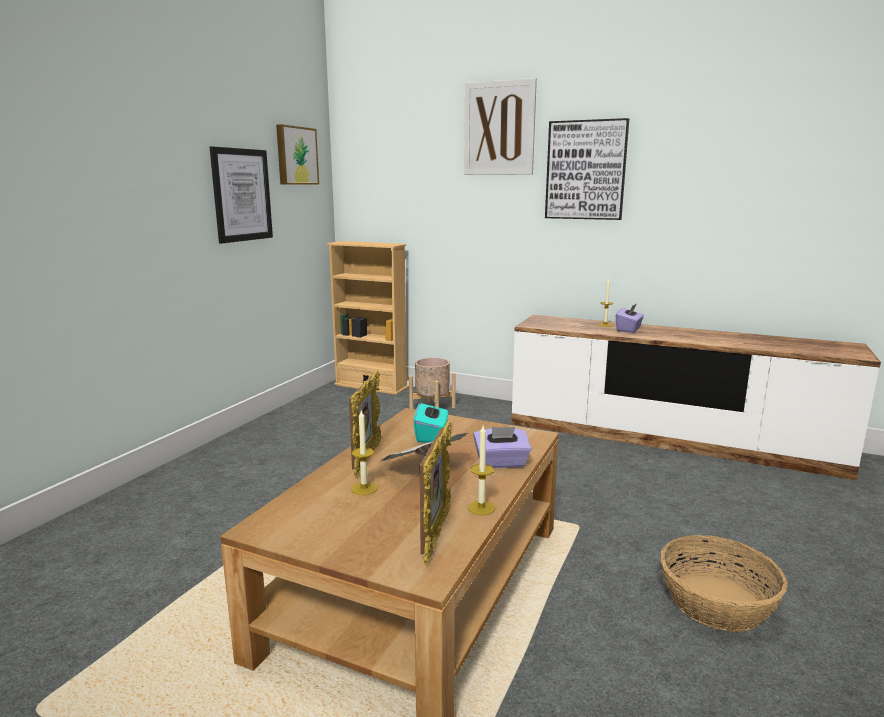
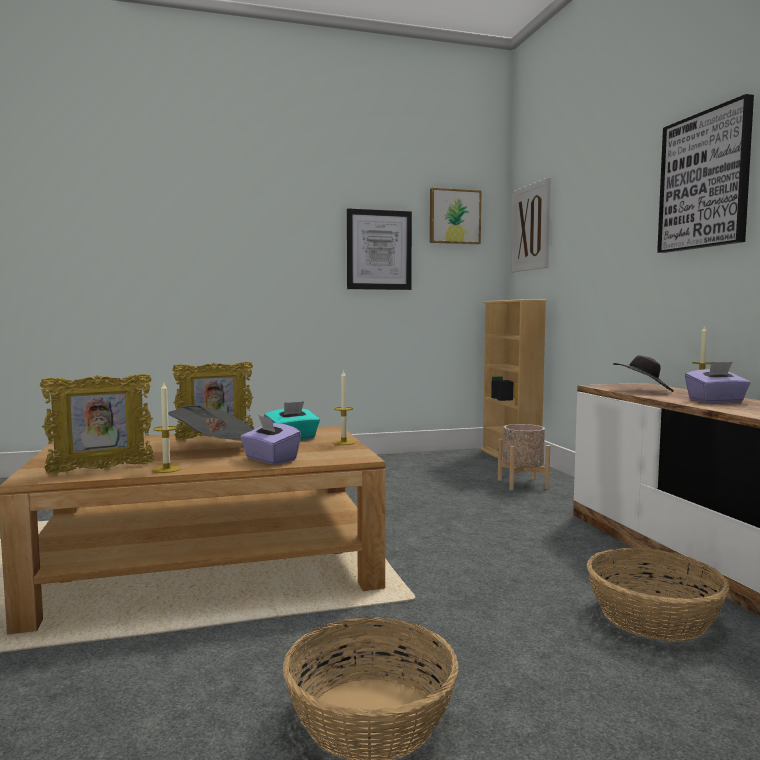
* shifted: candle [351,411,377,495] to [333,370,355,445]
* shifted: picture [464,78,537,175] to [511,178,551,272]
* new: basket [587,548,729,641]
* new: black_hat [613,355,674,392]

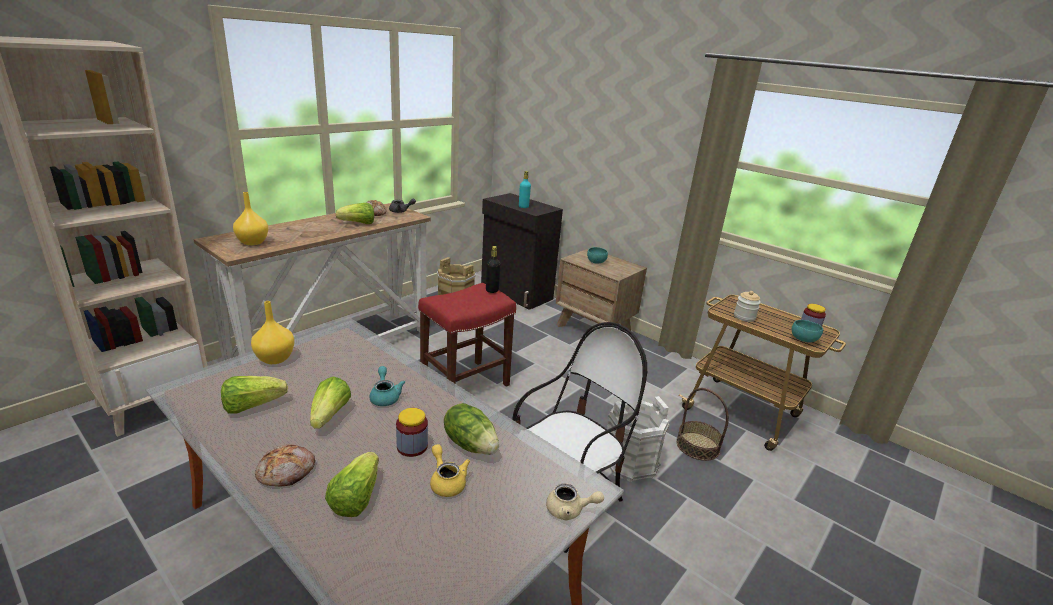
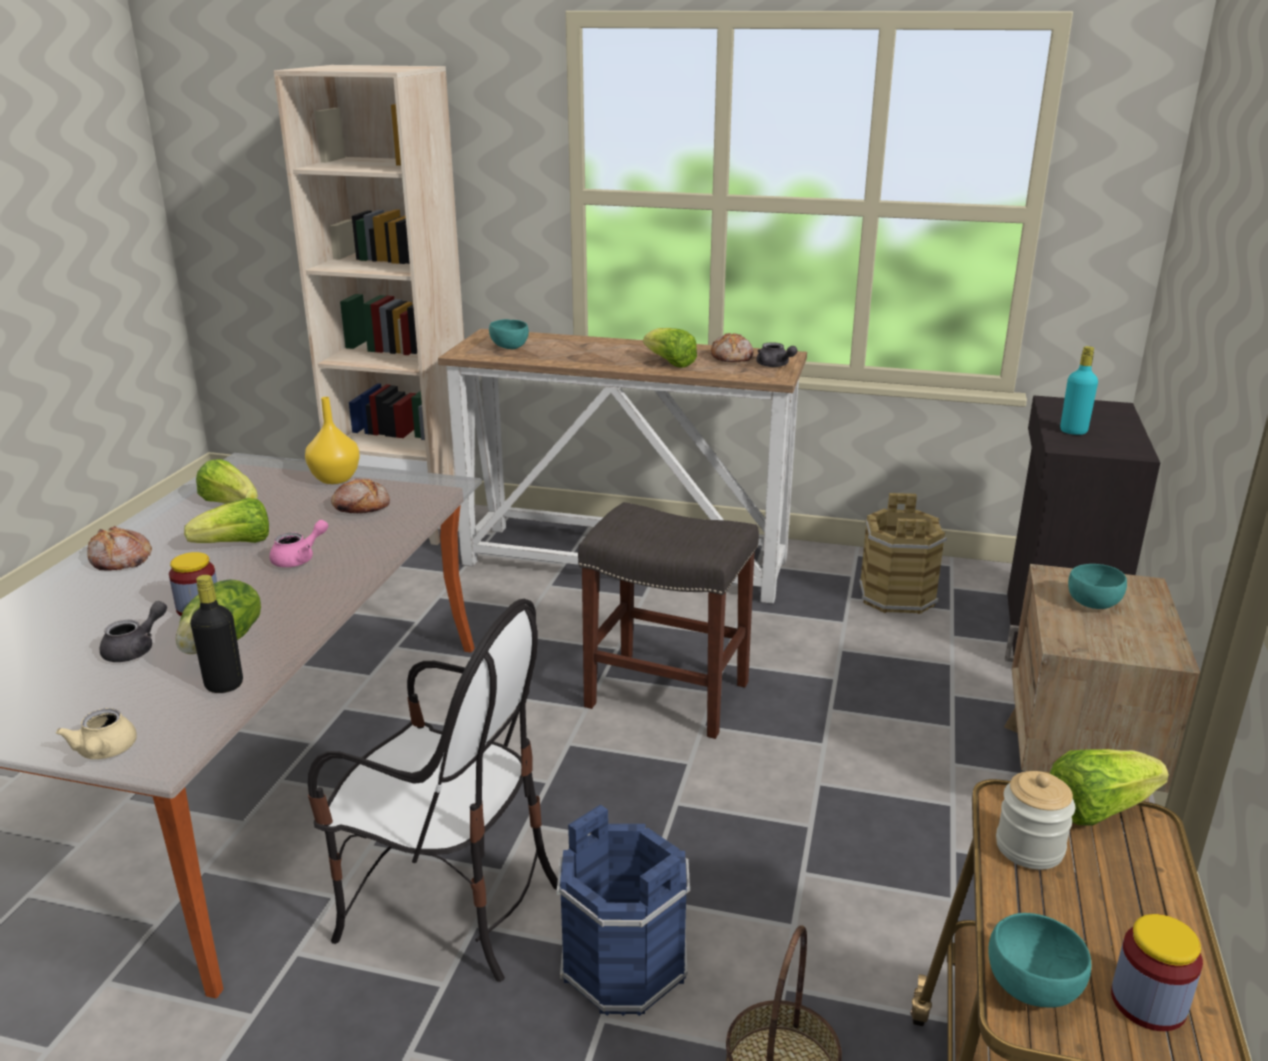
* swapped: yellow_vase [233,192,268,245] to turquoise_bowl [489,319,529,349]
* shifted: lettuce [325,452,379,517] to [1050,749,1169,825]
* repainted: turquoise_teapot [369,366,405,406] to pink_teapot [270,520,328,567]
* repainted: red_stool [418,283,516,387] to grey_stool [578,502,759,739]
* repainted: yellow_teapot [430,444,470,497] to grey_teapot [100,601,167,662]
* shifted: black_bottle [486,246,501,293] to [190,575,243,693]
* repainted: white_bucket [607,396,670,482] to blue_bucket [557,804,690,1016]
* new: bread [331,479,390,513]

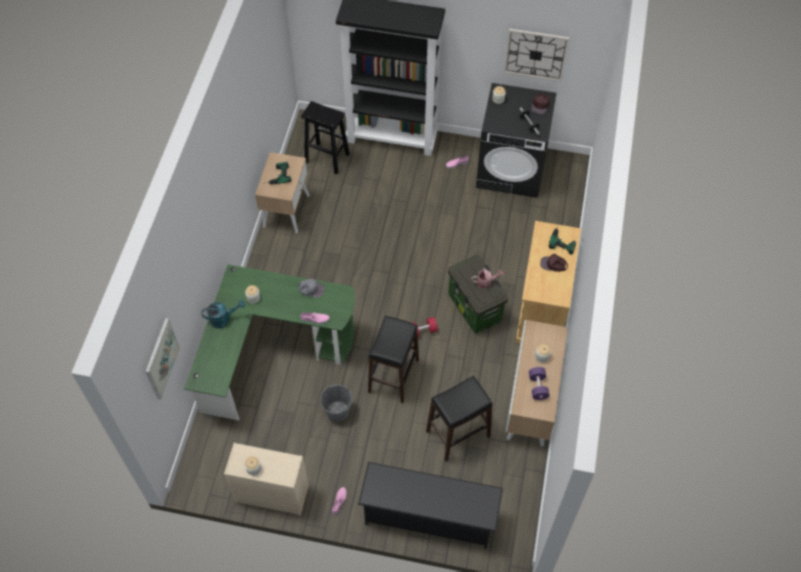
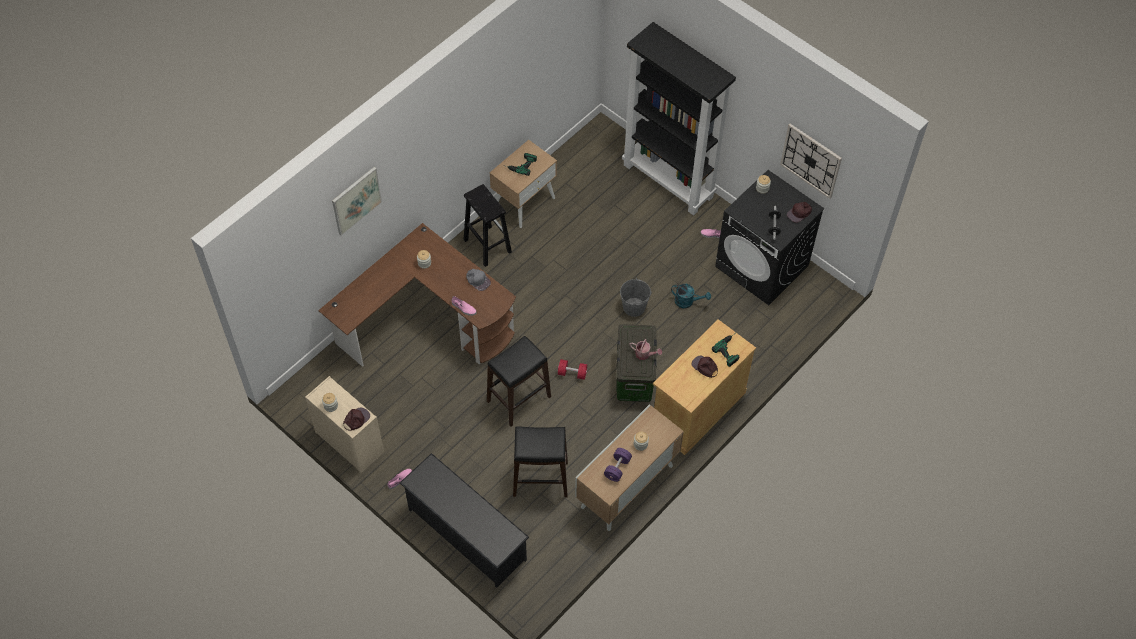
* shifted: picture [145,318,180,400] to [332,167,382,236]
* repainted: green_desk [184,265,355,420] to brown_desk [318,223,516,367]
* shifted: turquoise_watering_can [202,300,245,328] to [671,284,711,308]
* shifted: black_stool [301,101,350,174] to [464,184,512,267]
* shifted: grey_bucket [320,385,352,422] to [620,278,652,317]
* new: brown_cap [343,407,370,431]

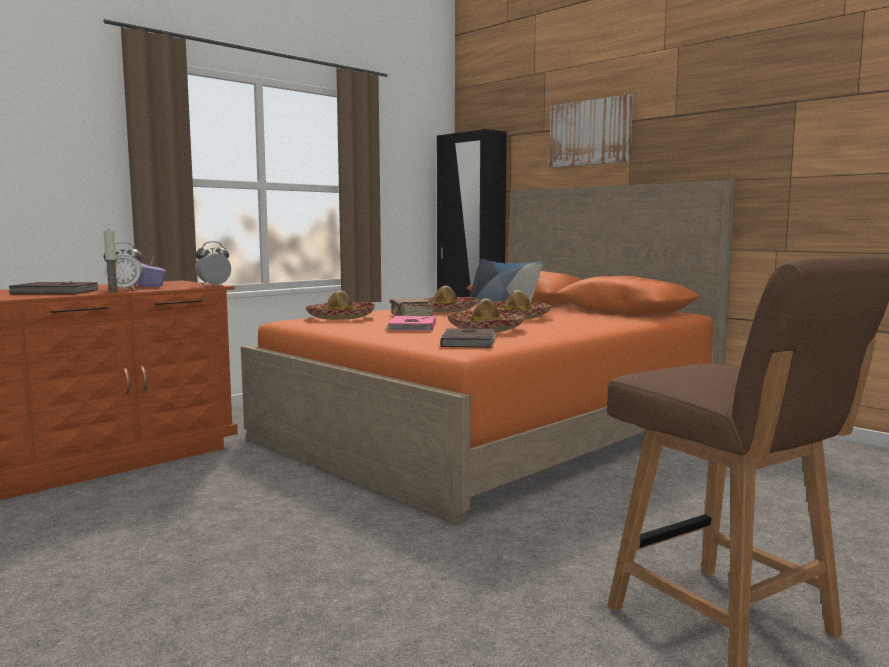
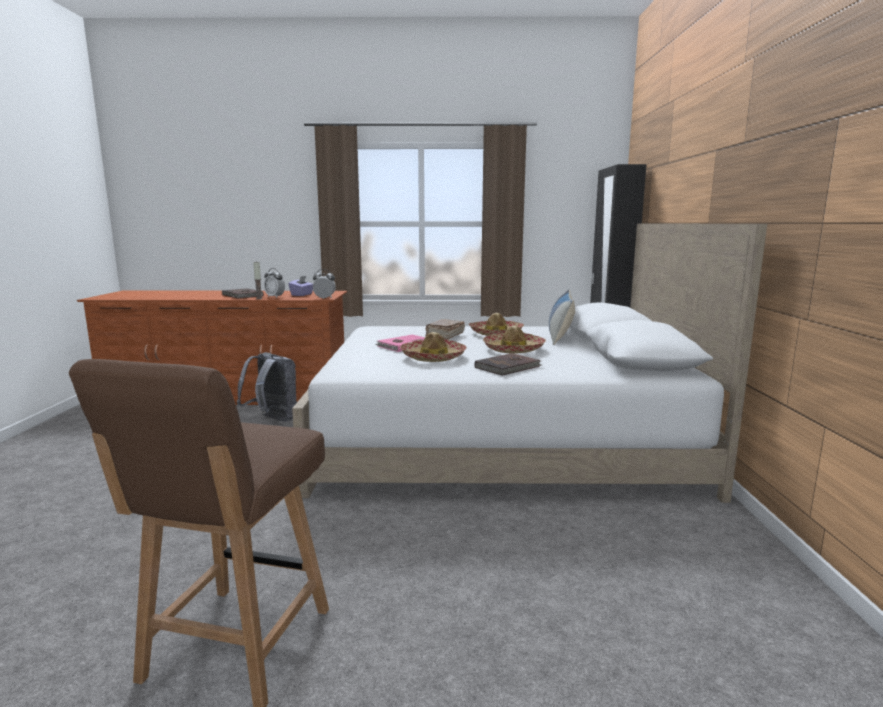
* repainted: orange_bed [241,180,735,524] to white_bed [292,223,767,503]
* gone: hat [305,290,376,320]
* shifted: brown_book [440,328,498,348] to [475,353,541,376]
* gone: picture [549,94,633,168]
* new: grey_backpack [237,352,297,421]

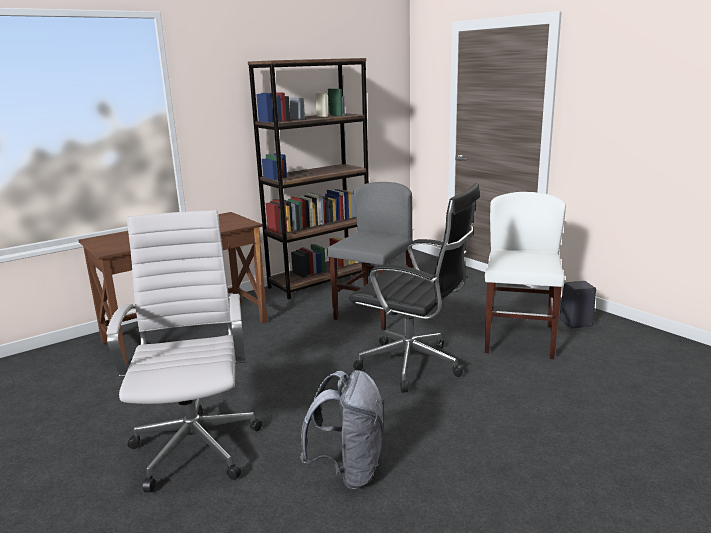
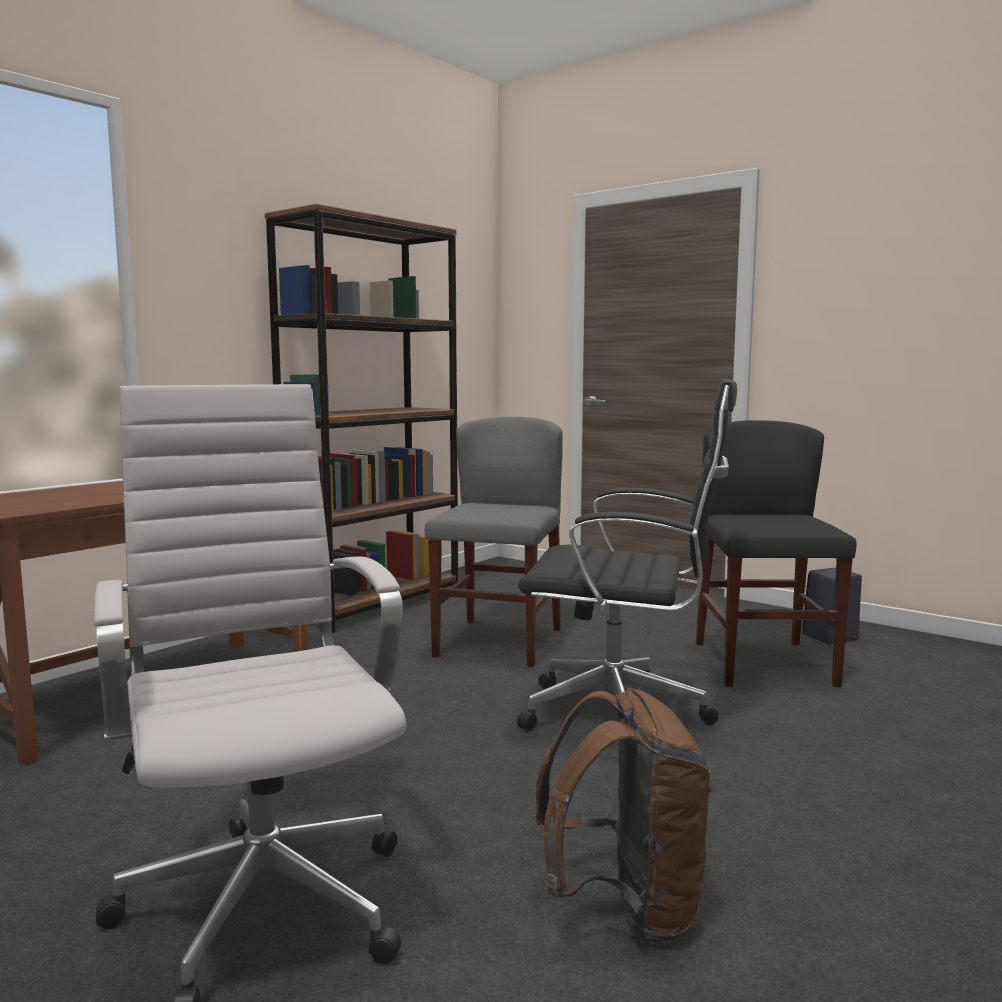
* repainted: grey_backpack [300,370,384,489] to brown_backpack [535,688,712,944]
* repainted: white_chair [485,192,566,359] to black_chair [696,420,857,687]

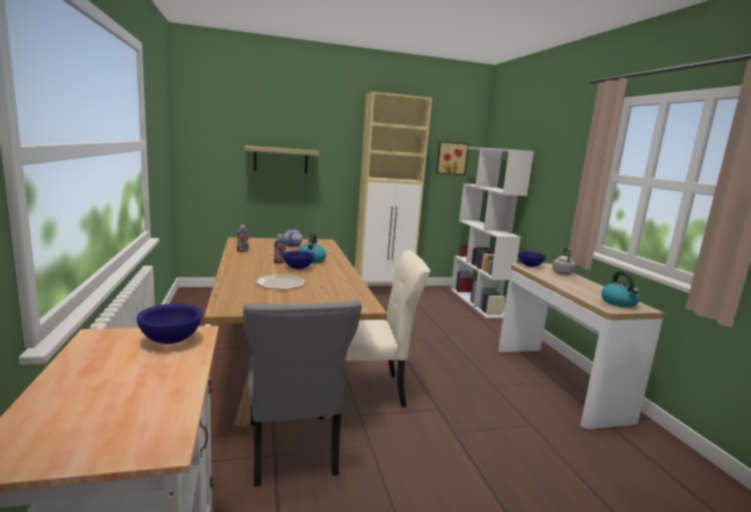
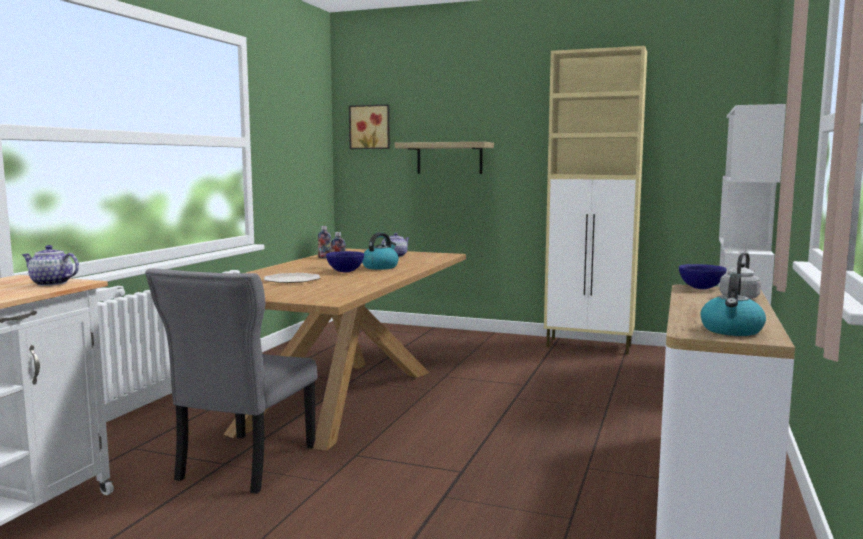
* swapped: blue_bowl [137,304,202,344] to teapot [22,245,79,286]
* gone: beige_chair [346,250,430,407]
* shifted: picture [436,141,469,175] to [349,104,390,149]

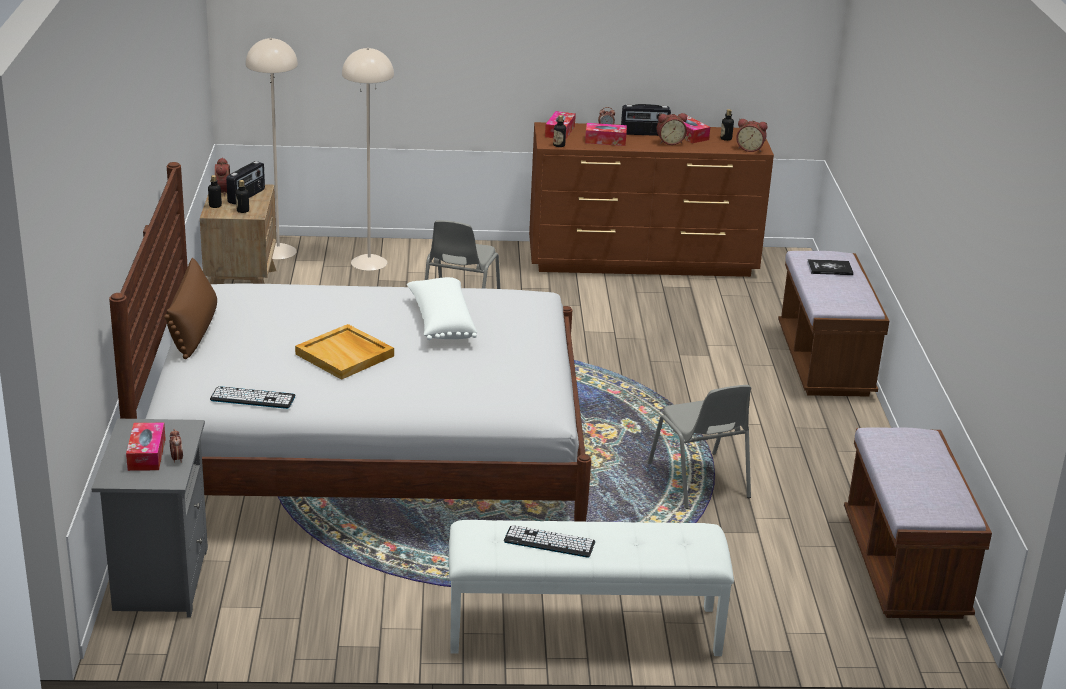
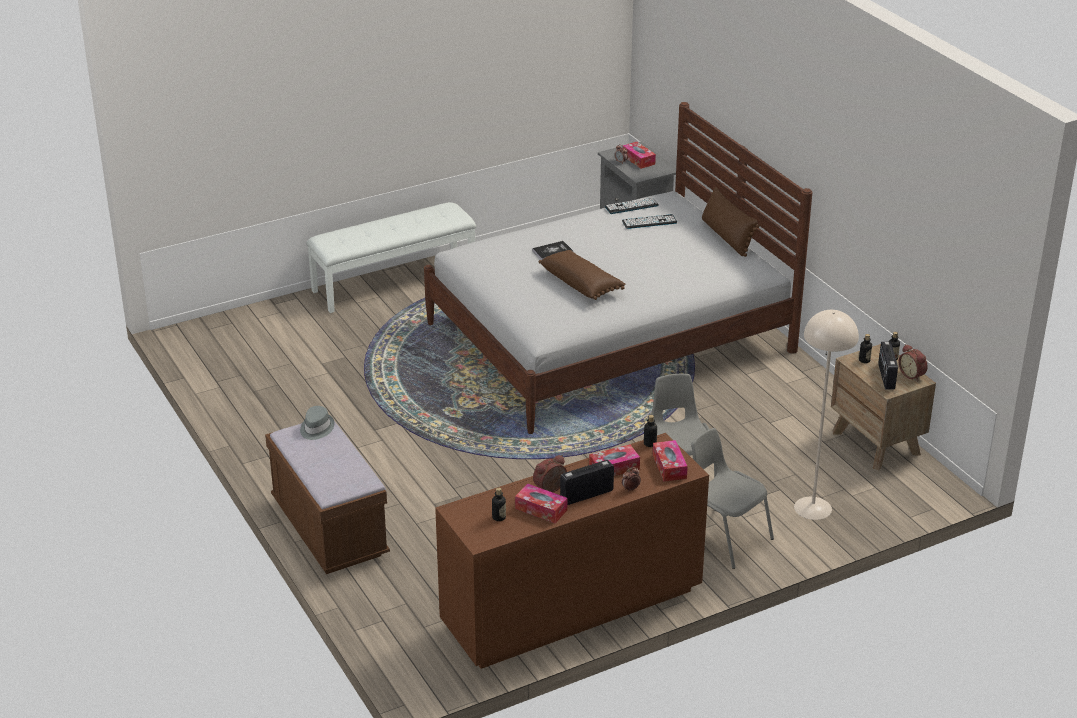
* gone: beige_floor_lamp [246,38,298,259]
* gone: beige_tray [295,324,394,380]
* repainted: white_pillow [407,277,477,340] to brown_pillow [539,250,626,300]
* shifted: keyboard [504,525,595,558] to [622,214,677,229]
* shifted: grey_chair [648,385,751,509] to [691,428,774,569]
* gone: alarm_clock [736,119,767,152]
* shifted: book [807,259,854,275] to [532,241,573,260]
* gone: brown_bench [844,427,992,619]
* new: grey_hat [300,406,334,440]

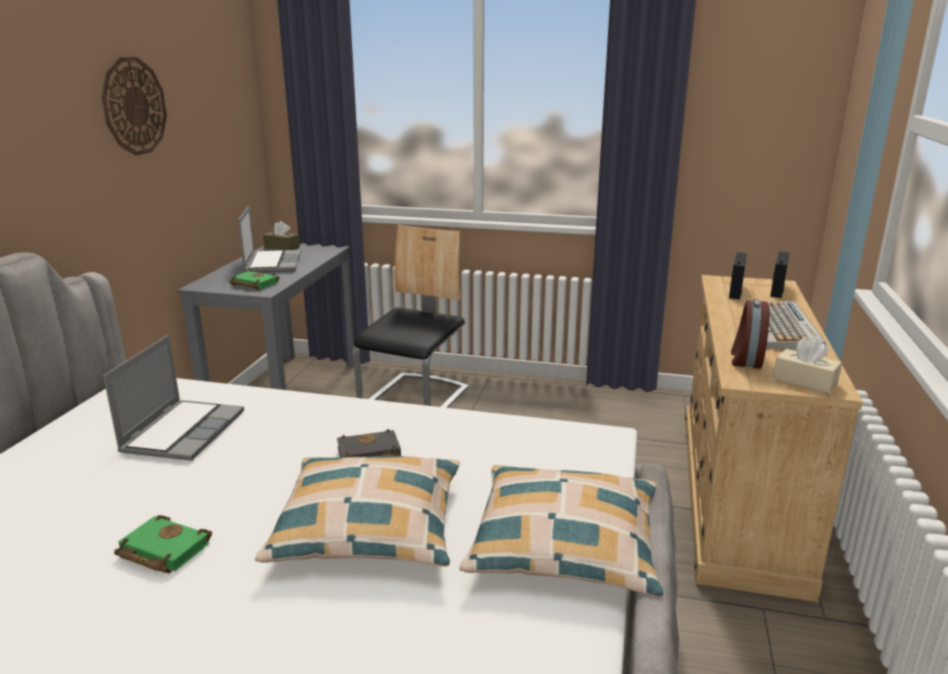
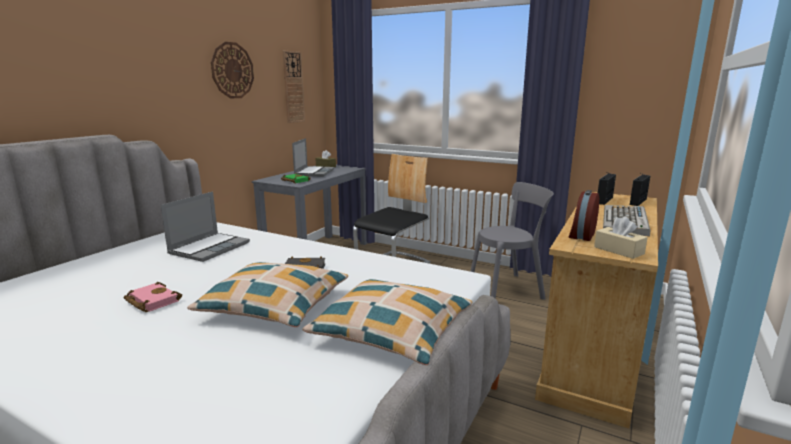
* repainted: green_book [114,515,212,573] to pink_book [124,282,182,312]
* new: wall_clock [283,51,305,123]
* new: grey_chair [470,182,554,300]

